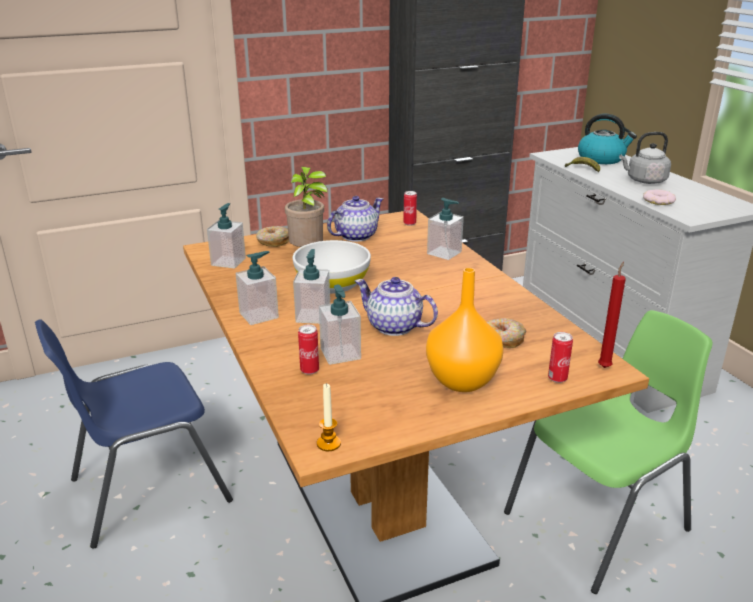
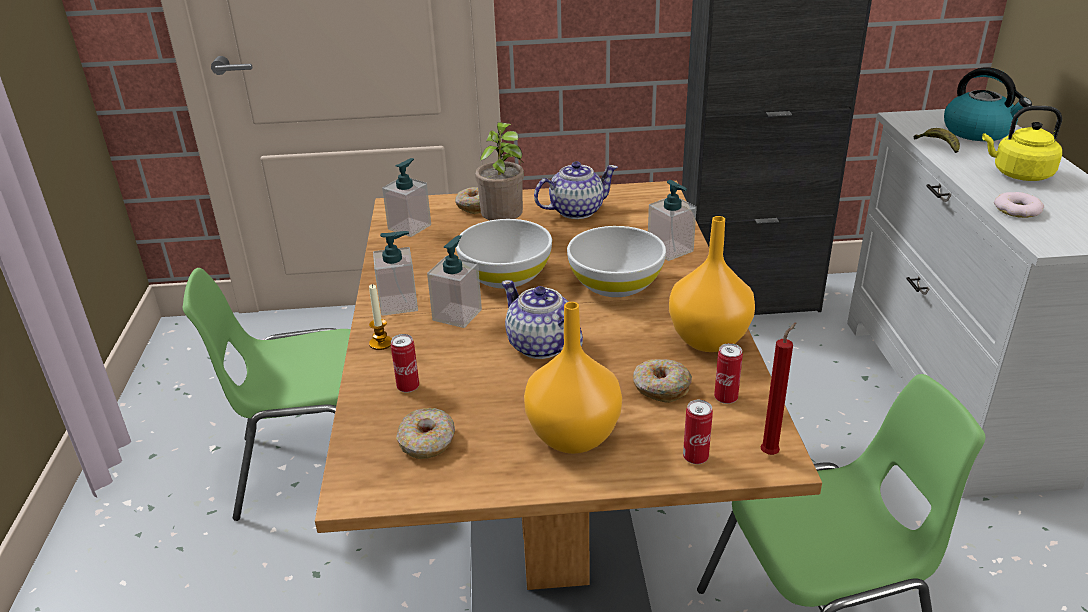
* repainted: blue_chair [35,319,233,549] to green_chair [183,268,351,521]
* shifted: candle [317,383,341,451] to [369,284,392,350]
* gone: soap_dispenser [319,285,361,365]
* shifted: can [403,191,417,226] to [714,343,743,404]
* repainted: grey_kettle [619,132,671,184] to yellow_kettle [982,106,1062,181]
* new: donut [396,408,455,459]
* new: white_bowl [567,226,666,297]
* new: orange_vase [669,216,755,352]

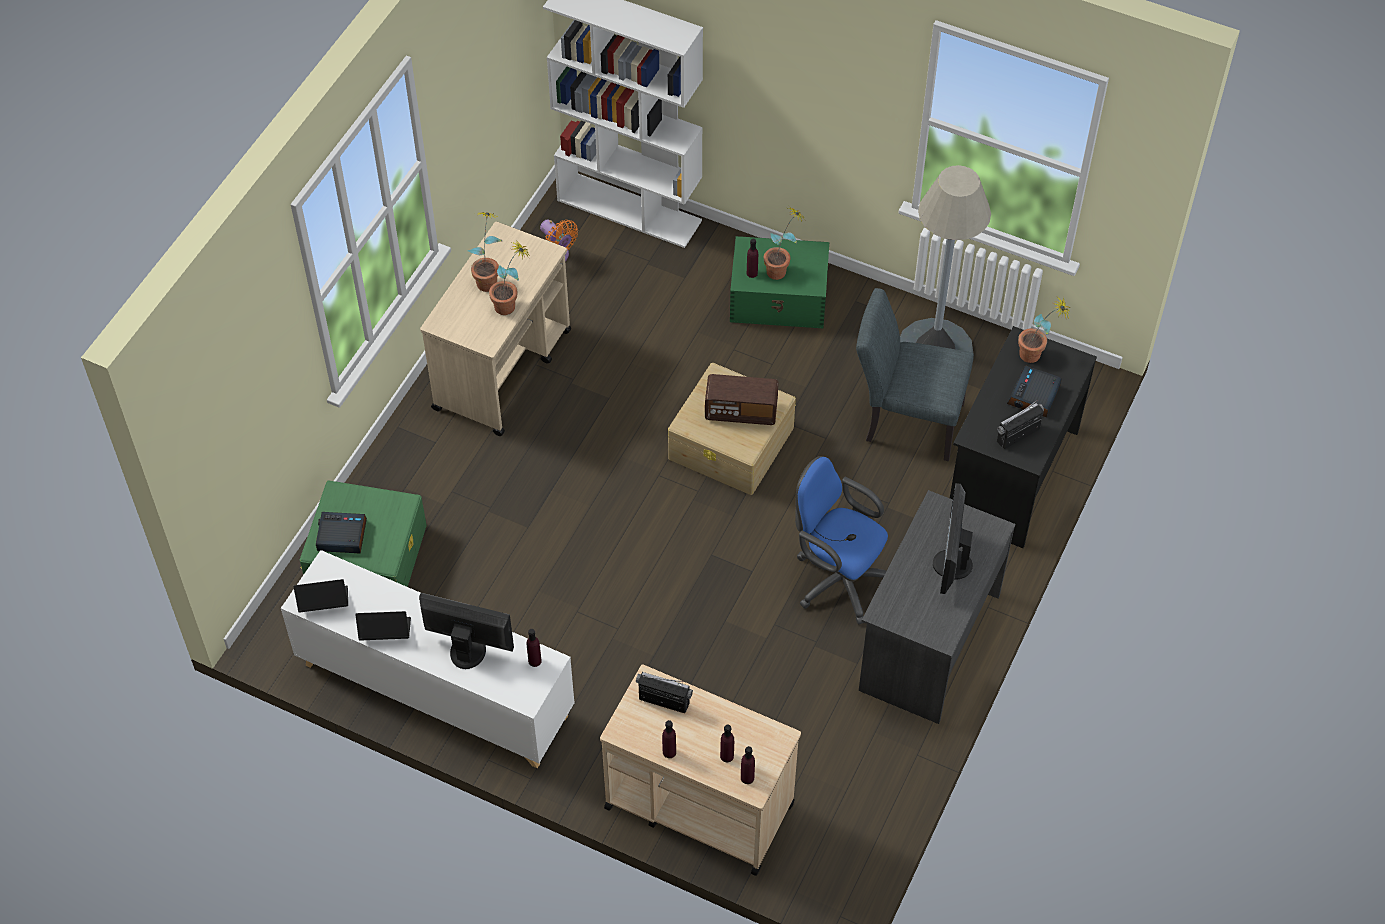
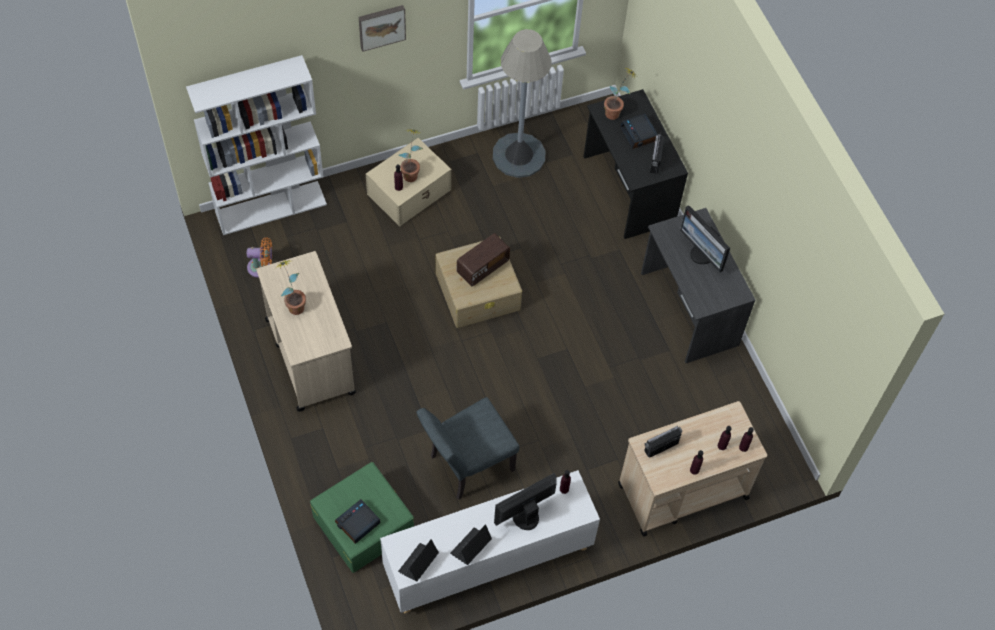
* gone: potted_plant [489,240,531,315]
* repainted: green_storage_box [730,236,829,328] to beige_storage_box [366,138,451,226]
* gone: blue_office_chair [795,456,888,624]
* shifted: grey_chair [856,288,974,461] to [416,397,519,500]
* new: picture [359,5,406,52]

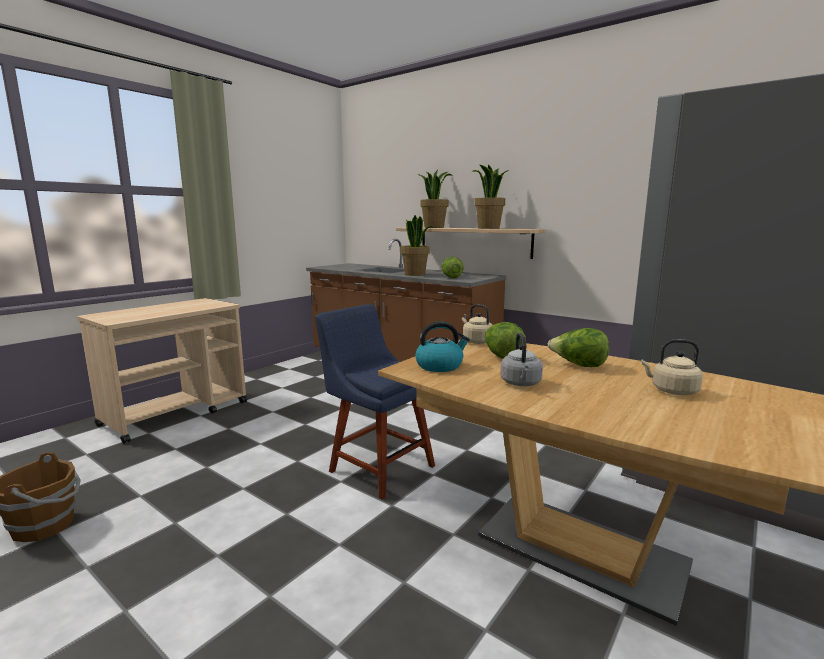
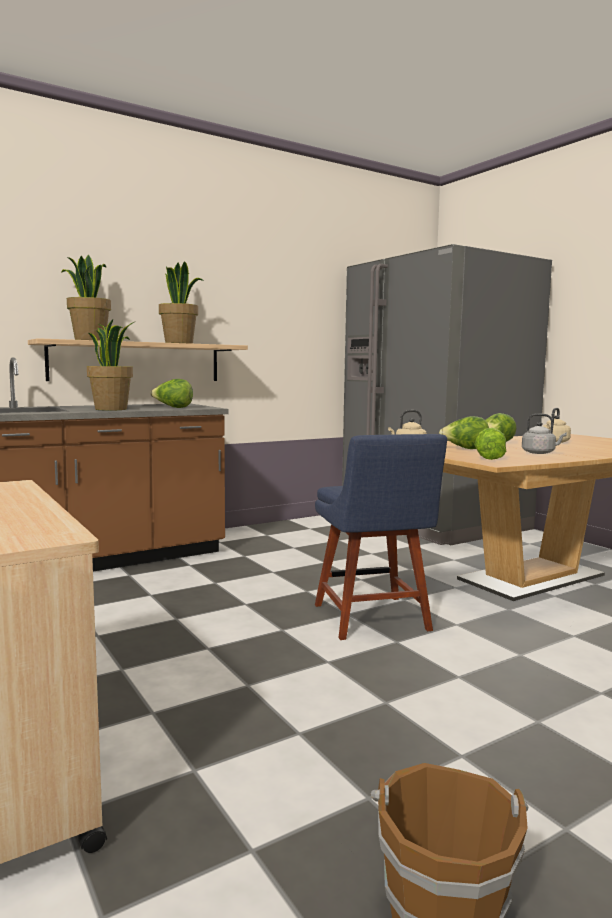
* rotated: blue_chair [315,304,435,500] = [315,434,447,640] 75 degrees counterclockwise
* swapped: kettle [415,321,470,372] to lettuce [474,428,506,460]

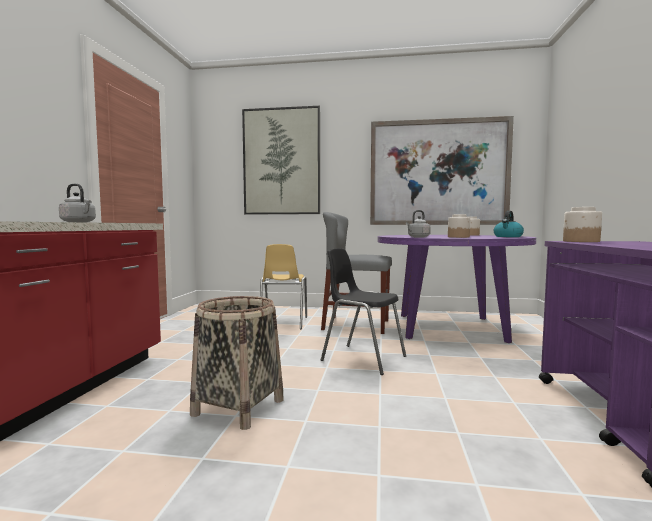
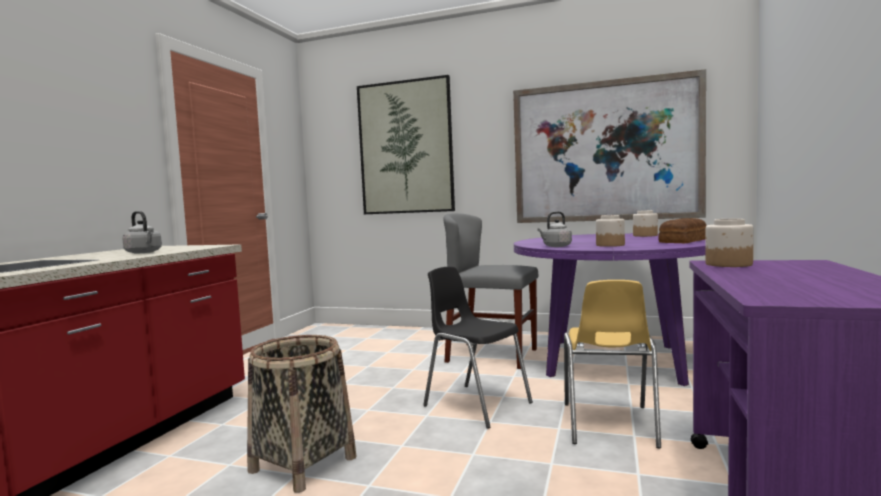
* shifted: yellow_chair [260,244,307,329] to [564,280,661,449]
* swapped: kettle [494,211,524,237] to bread [658,218,706,243]

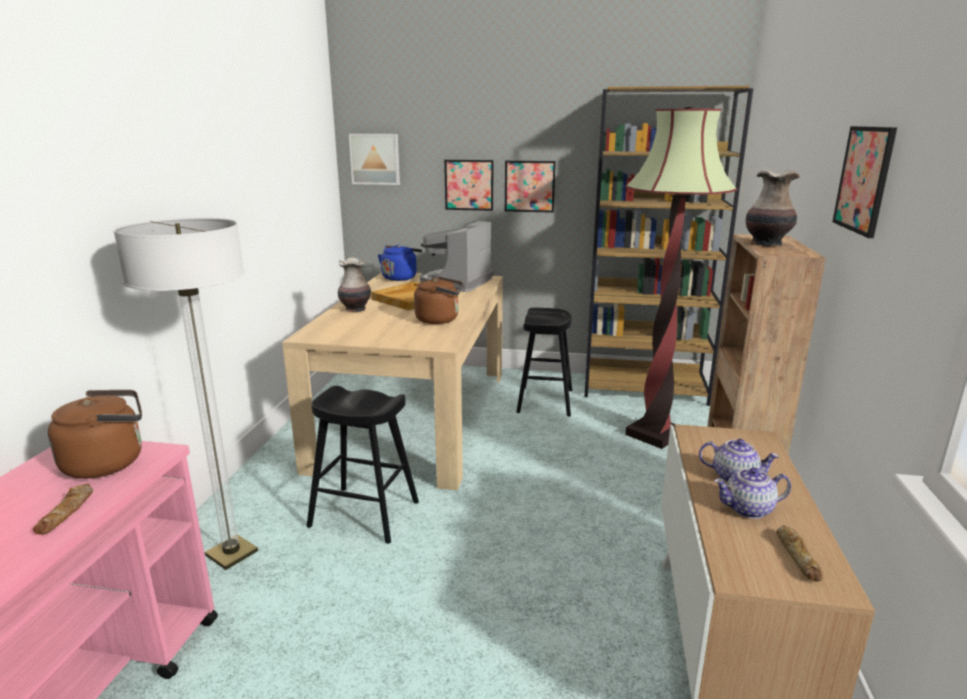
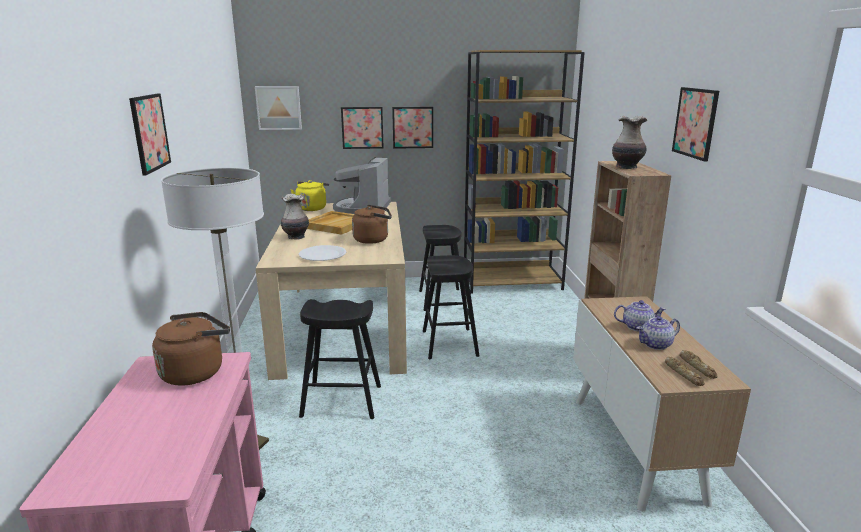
* shifted: bread [33,484,93,535] to [665,357,705,386]
* repainted: blue_kettle [378,244,422,281] to yellow_kettle [291,180,329,211]
* gone: floor_lamp [625,107,737,449]
* new: picture [129,94,171,175]
* new: white_plate [299,245,346,261]
* new: black_stool [423,255,479,359]

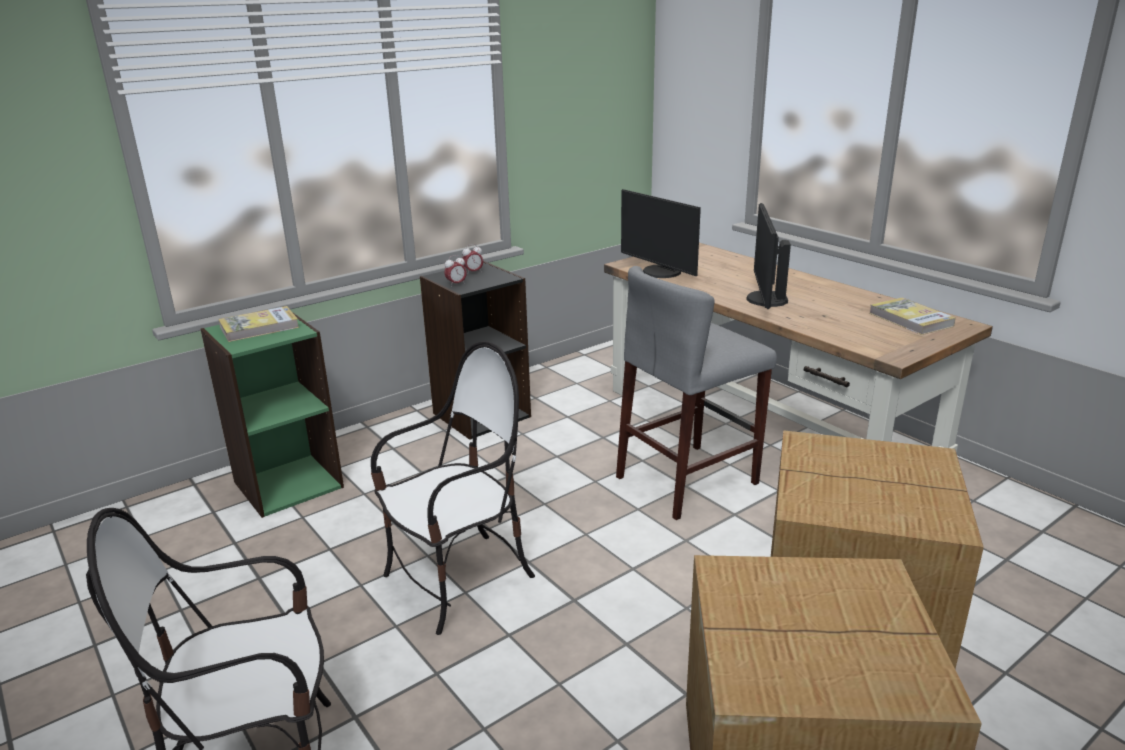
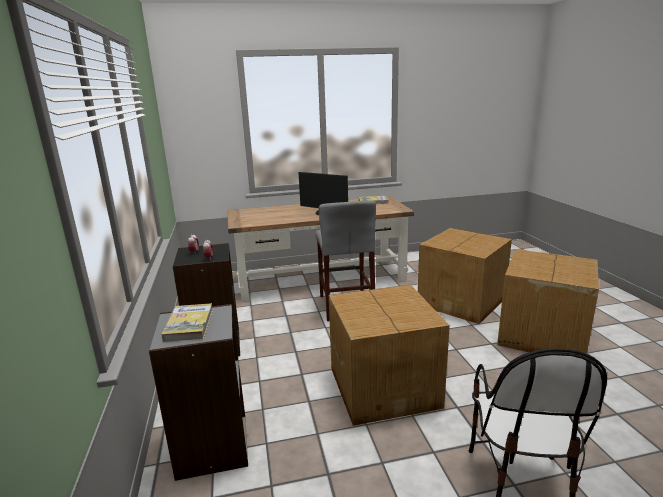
* repainted: green_bookcase [200,312,344,518] to grey_bookcase [149,304,248,481]
* swapped: chair [371,341,535,635] to cardboard_box [329,285,450,426]
* gone: monitor [621,189,701,278]

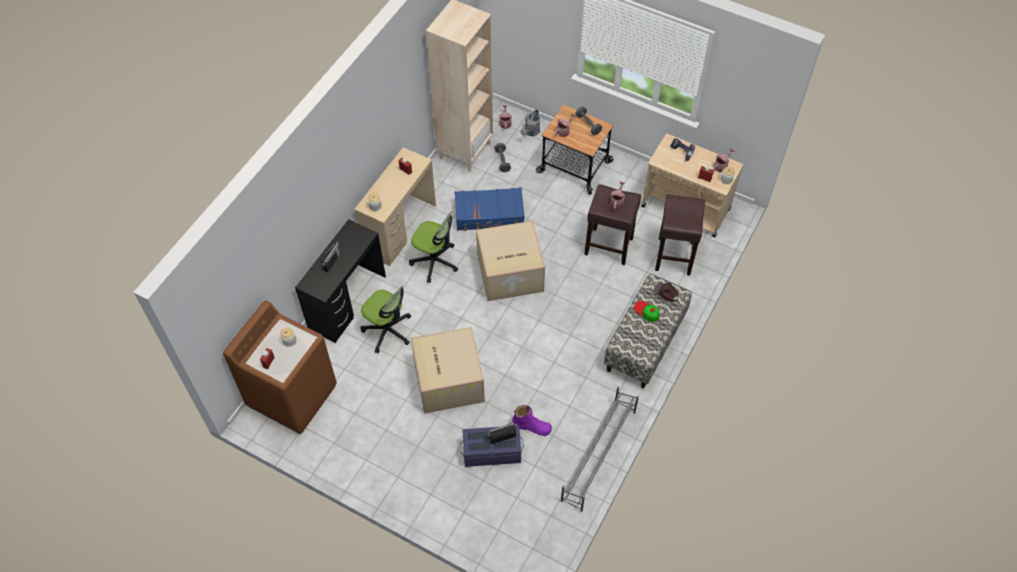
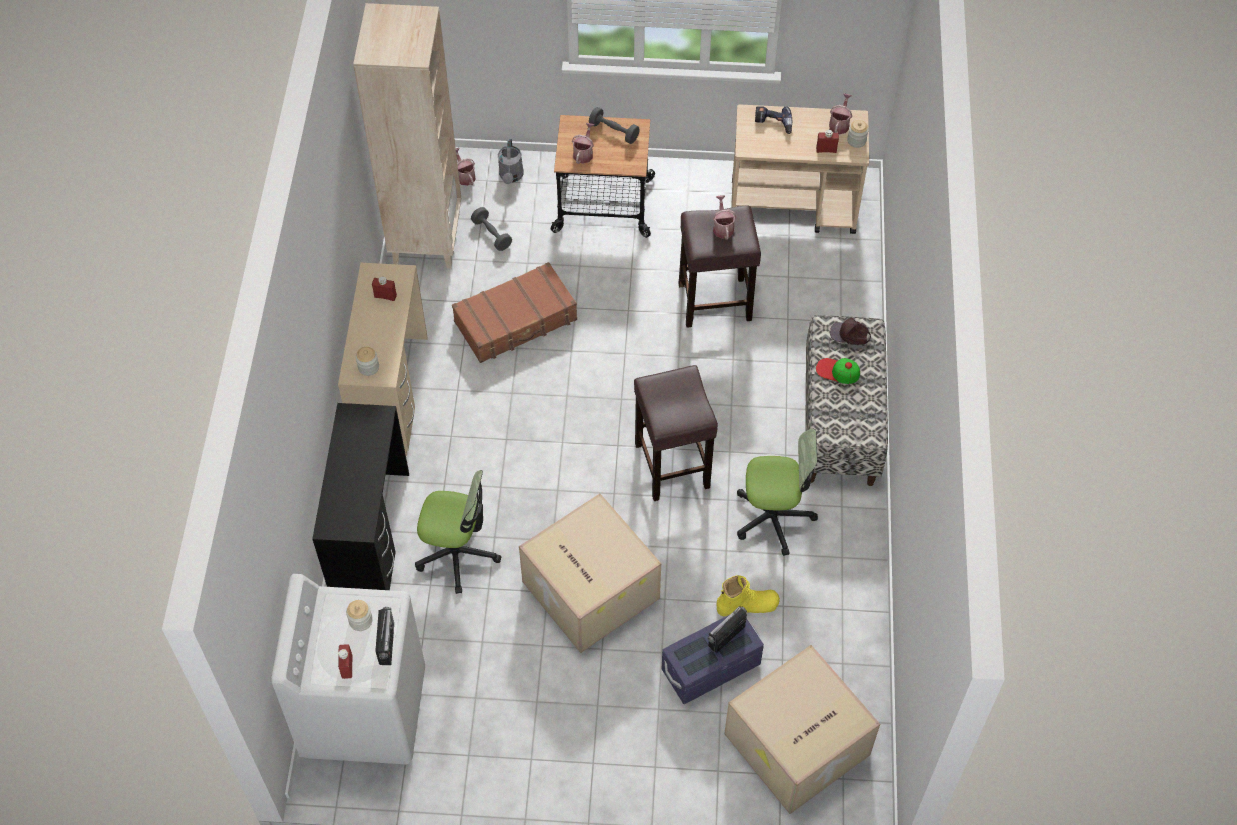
* repainted: brown_washing_machine [223,300,337,434] to white_washing_machine [271,574,425,765]
* shifted: radio [320,241,341,272] to [375,607,394,665]
* shifted: office_chair [409,211,458,283] to [737,429,818,556]
* repainted: blue_suitcase [455,187,524,231] to brown_suitcase [452,262,577,363]
* shifted: cardboard_box [476,221,545,301] to [724,645,880,814]
* repainted: purple_boot [512,405,552,436] to yellow_boot [716,575,780,617]
* gone: grey_shoe_rack [561,386,639,512]
* shifted: brown_stool [655,194,705,276] to [634,365,718,501]

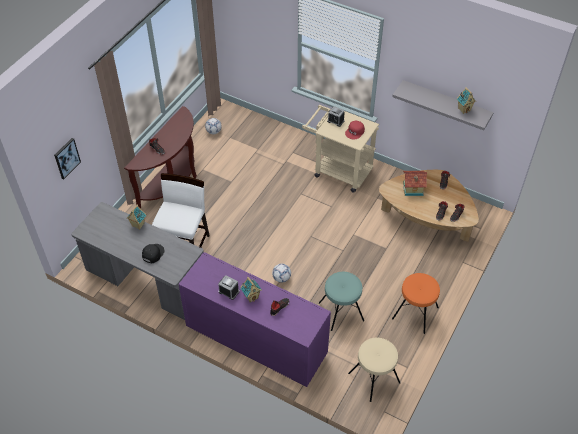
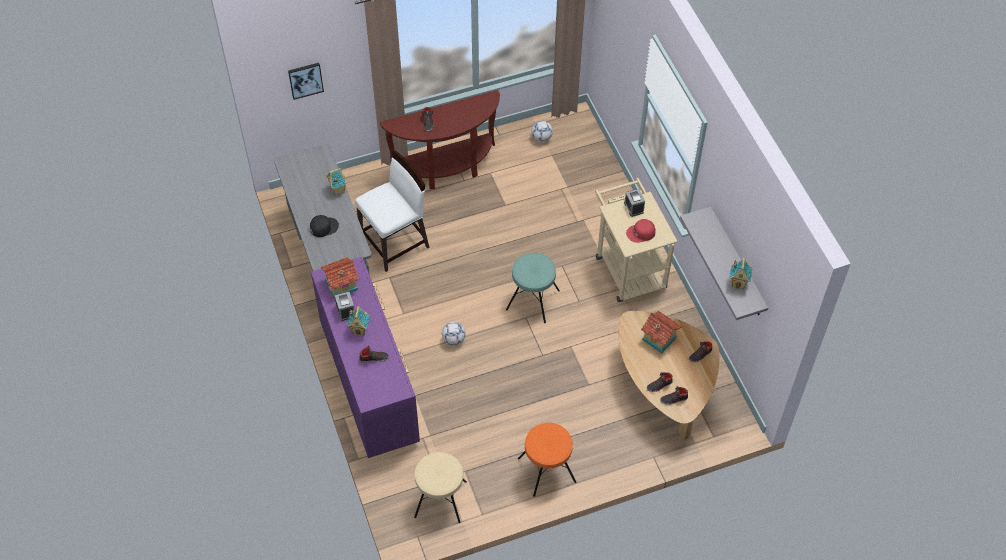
* shifted: turquoise_stool [319,272,364,331] to [506,253,560,323]
* new: toy_house [321,257,359,298]

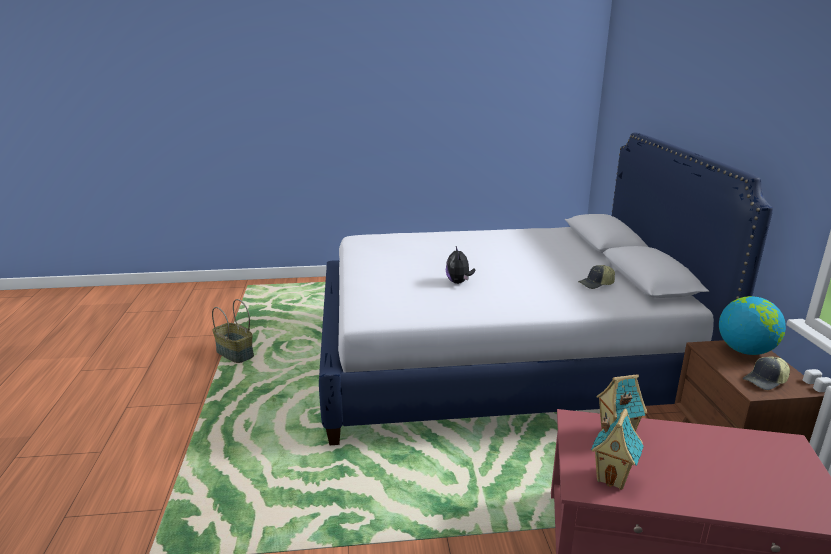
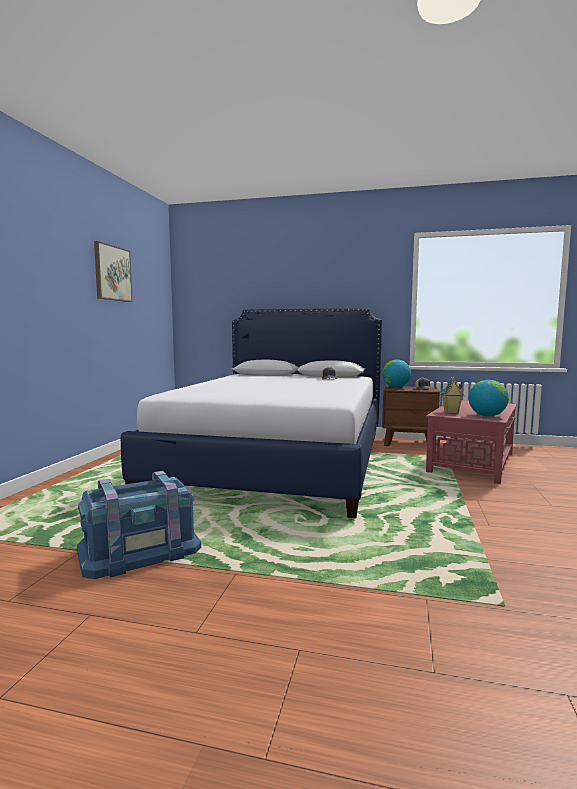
* swapped: basket [212,299,254,363] to blue_storage_box [77,471,201,579]
* gone: plush_toy [446,246,475,284]
* swapped: toy_house [591,409,644,490] to globe [469,380,509,417]
* new: picture [94,241,132,302]

